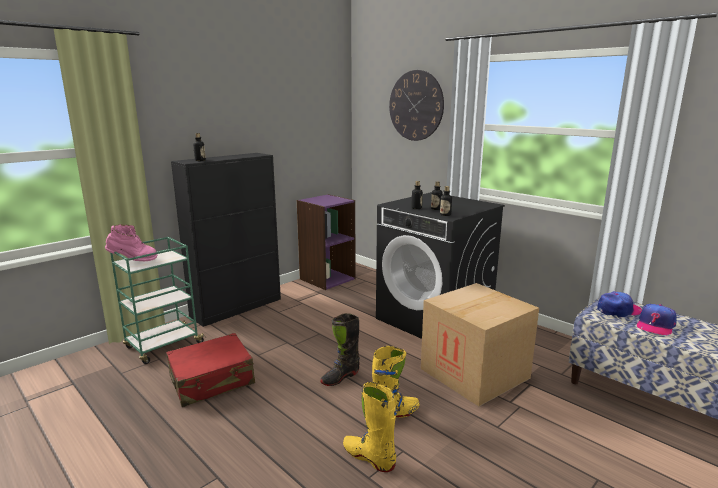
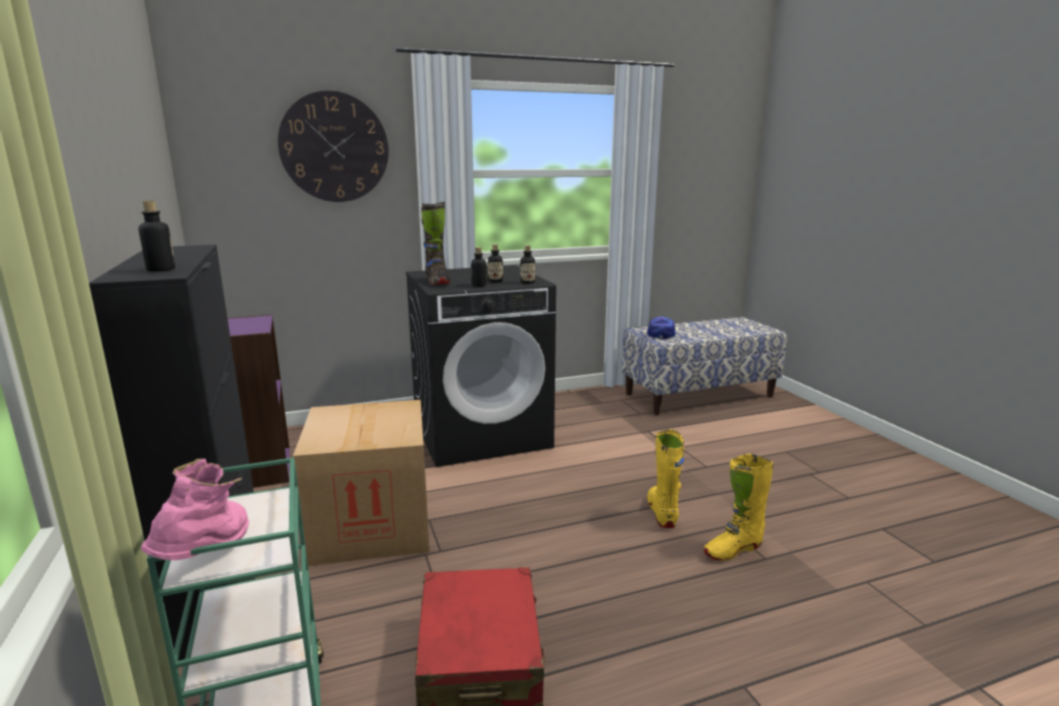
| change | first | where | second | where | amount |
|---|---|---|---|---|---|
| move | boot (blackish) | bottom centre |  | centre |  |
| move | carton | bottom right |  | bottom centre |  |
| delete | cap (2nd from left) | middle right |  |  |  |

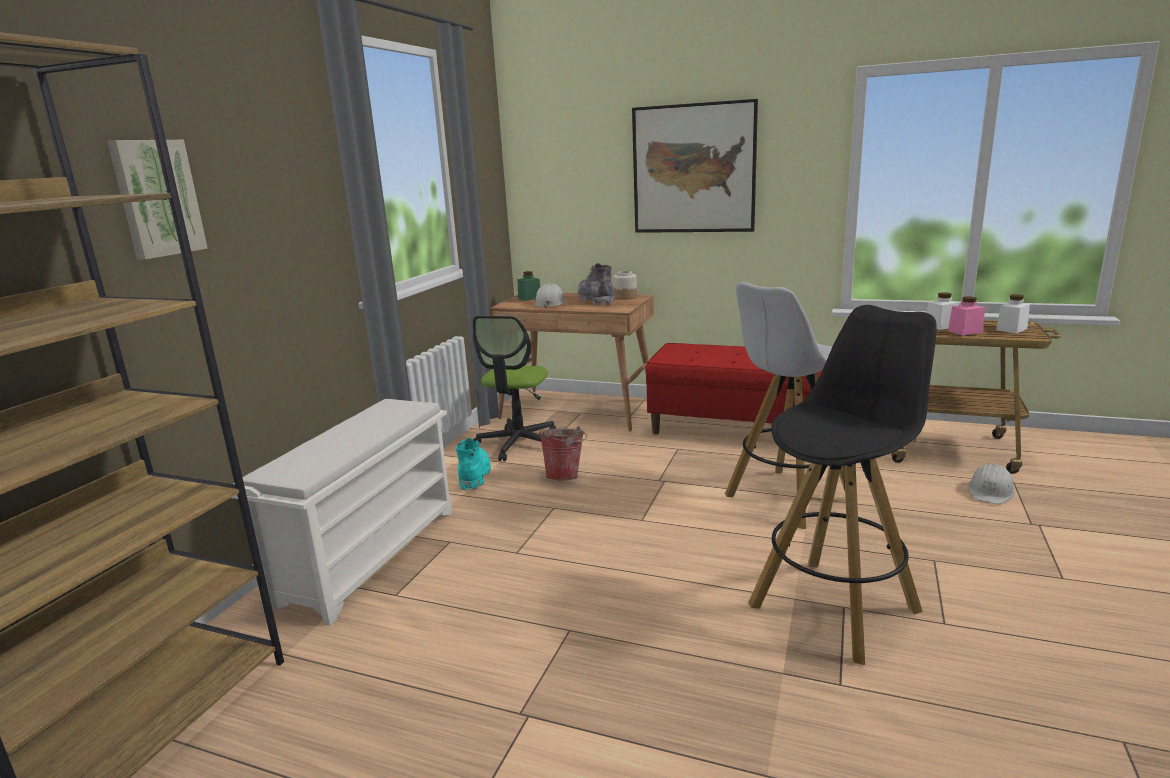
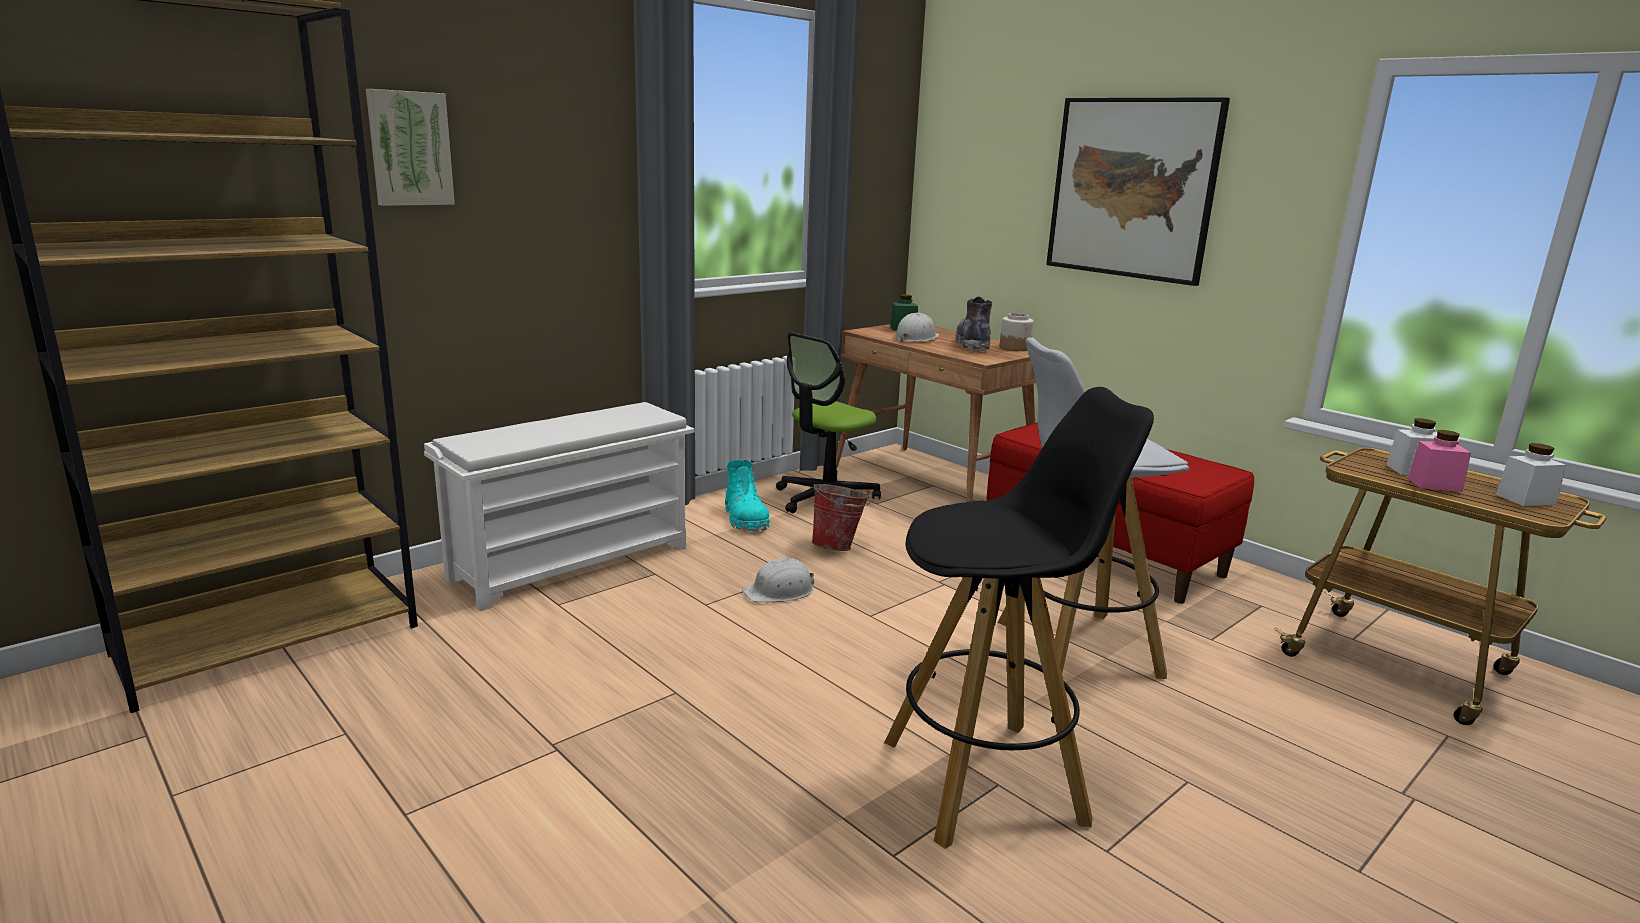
| change | first | where | second | where | amount |
|---|---|---|---|---|---|
| rotate | boot (turquoise-coloured) | centre |  | centre | 135 degrees clockwise |
| move | hard hat (white-coloured) (2nd from left in the first image) | middle right | hard hat (white-coloured) (1st from left) | centre |  |

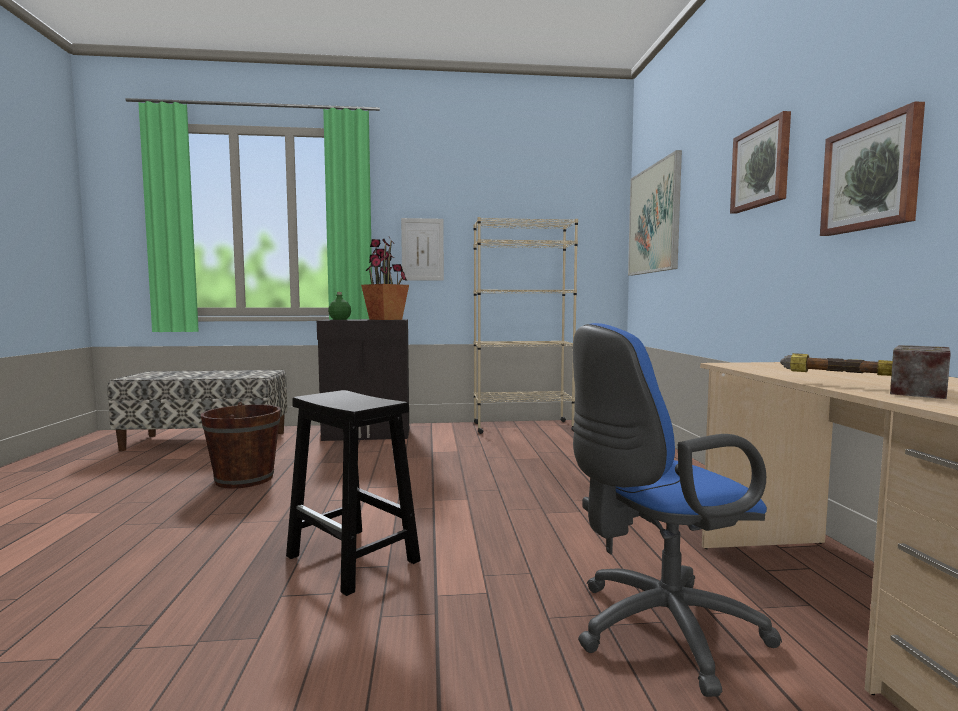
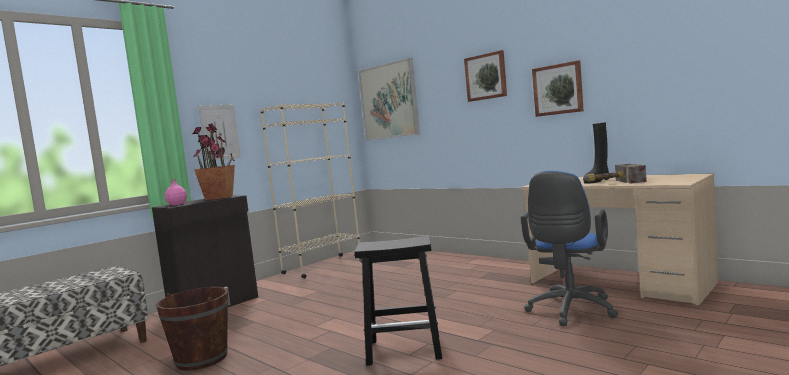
| change | first | where | second | where | amount |
|---|---|---|---|---|---|
| recolor | beverage bottle (green-coloured) | centre | beverage bottle (pink-coloured) | middle left |  |
| insert |  |  | boot (blackish) | middle right |  |

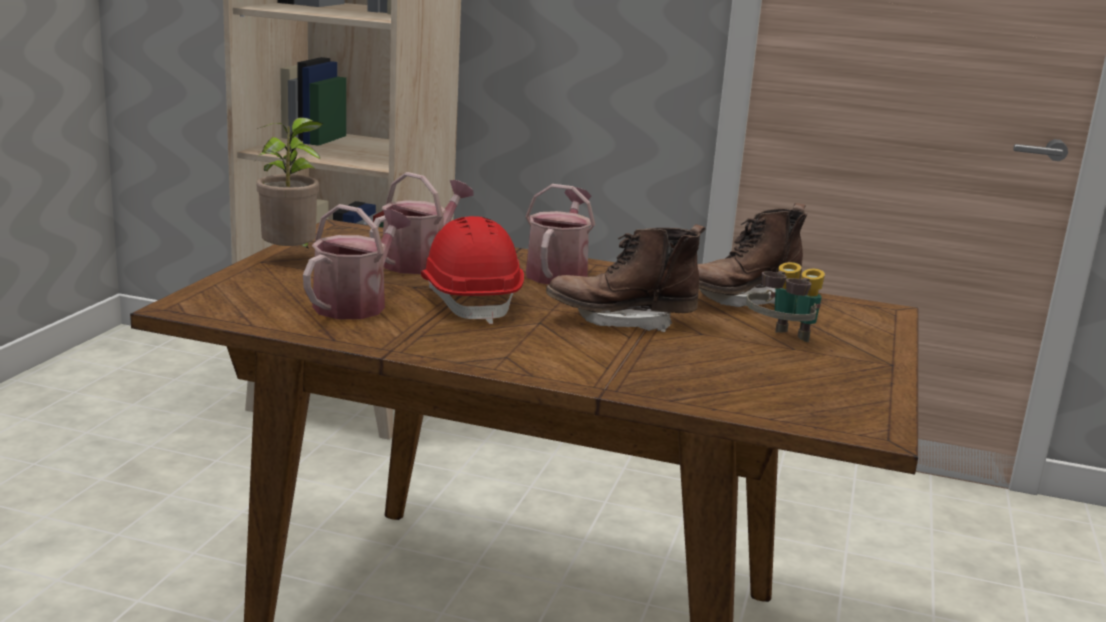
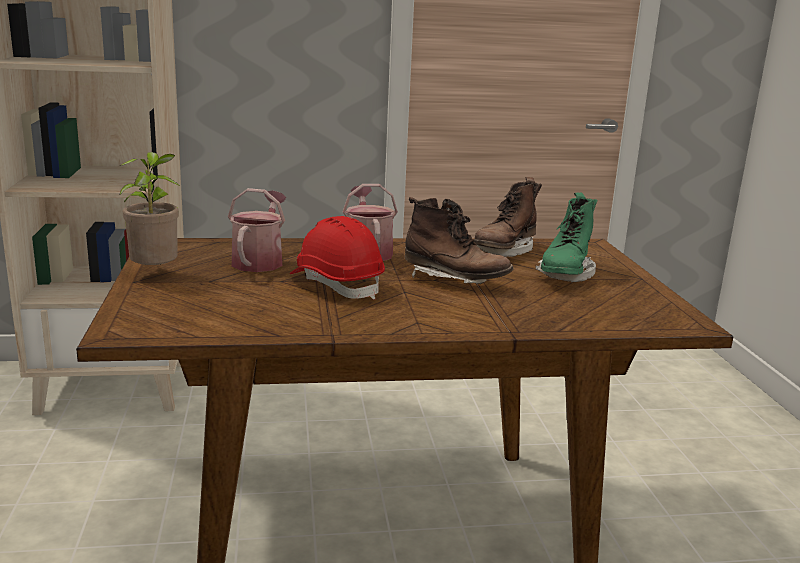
| change | first | where | second | where | amount |
|---|---|---|---|---|---|
| delete | watering can (1st from left) | middle left |  |  |  |
| rotate | boot (brown) (1st from left) | centre |  | centre | 120 degrees counterclockwise |
| replace | binoculars | middle right | boot (green-coloured) | middle right |  |

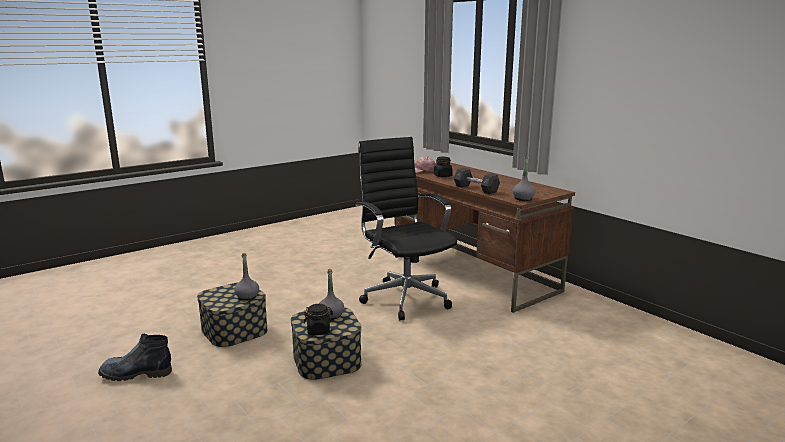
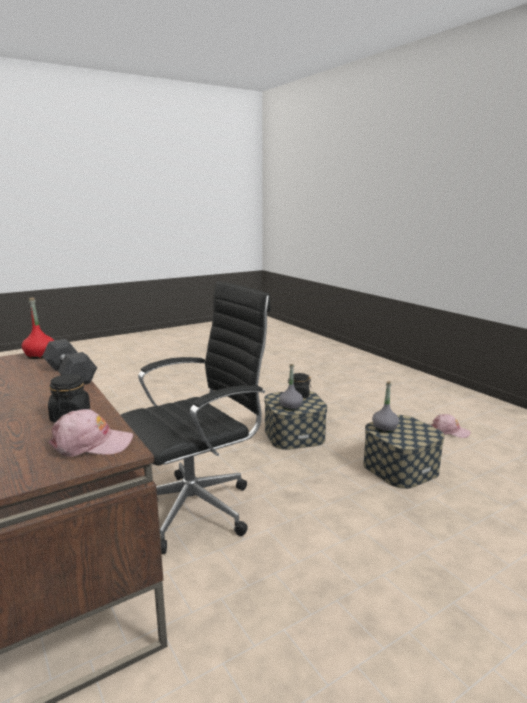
| change | first | where | second | where | amount |
|---|---|---|---|---|---|
| replace | boot | bottom left | cap (pink-coloured) (2nd from left) | middle right |  |
| rotate | desk chair (blackish) | centre |  | centre | 105 degrees counterclockwise |
| recolor | beverage bottle (gray) (3rd from left) | middle right | beverage bottle (red) | middle left |  |

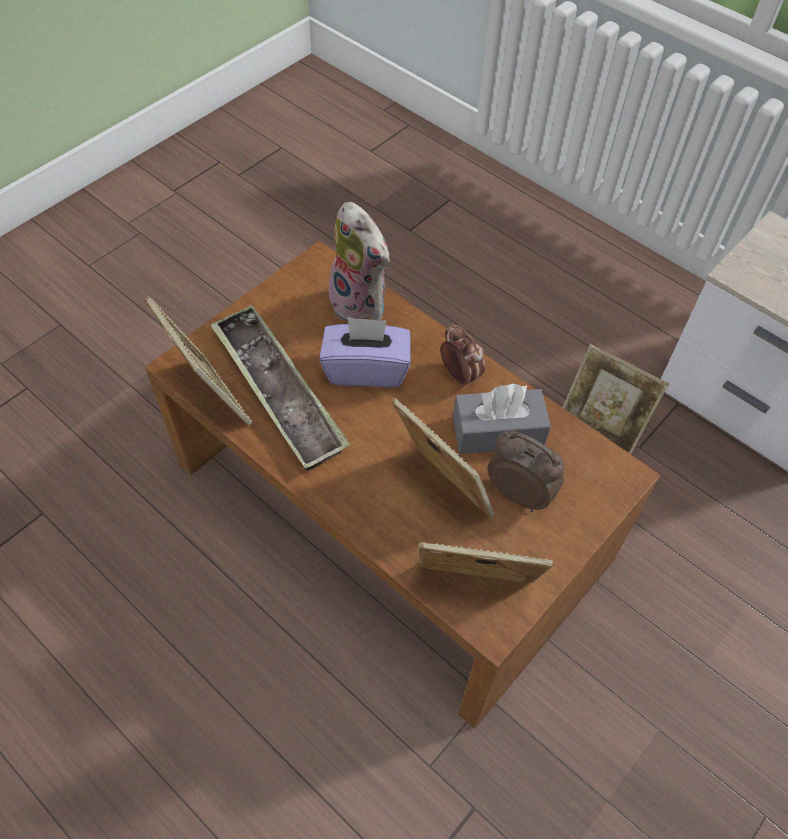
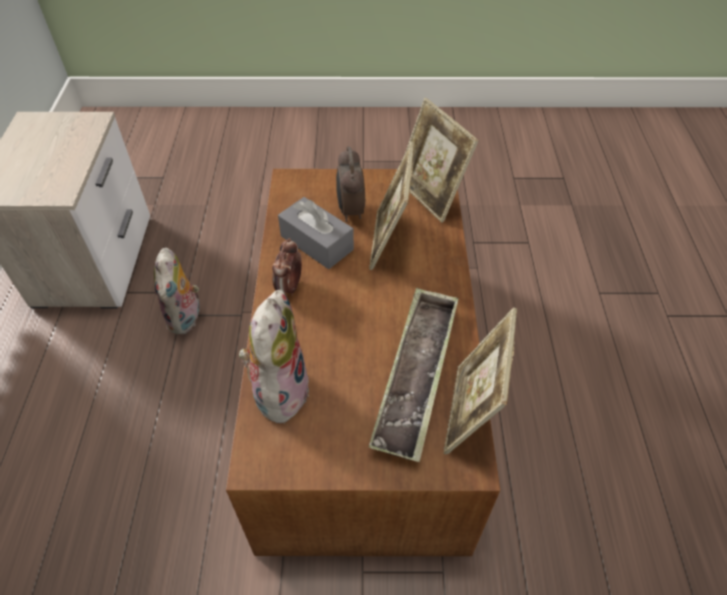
| change | first | where | second | where | amount |
|---|---|---|---|---|---|
| delete | tissue box (purple) | centre |  |  |  |
| replace | standing frame (4th from left) | middle right | plush toy (1st from left) | middle left |  |

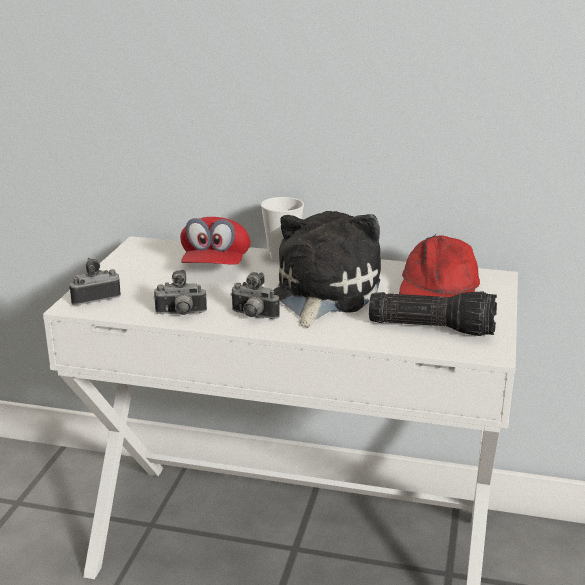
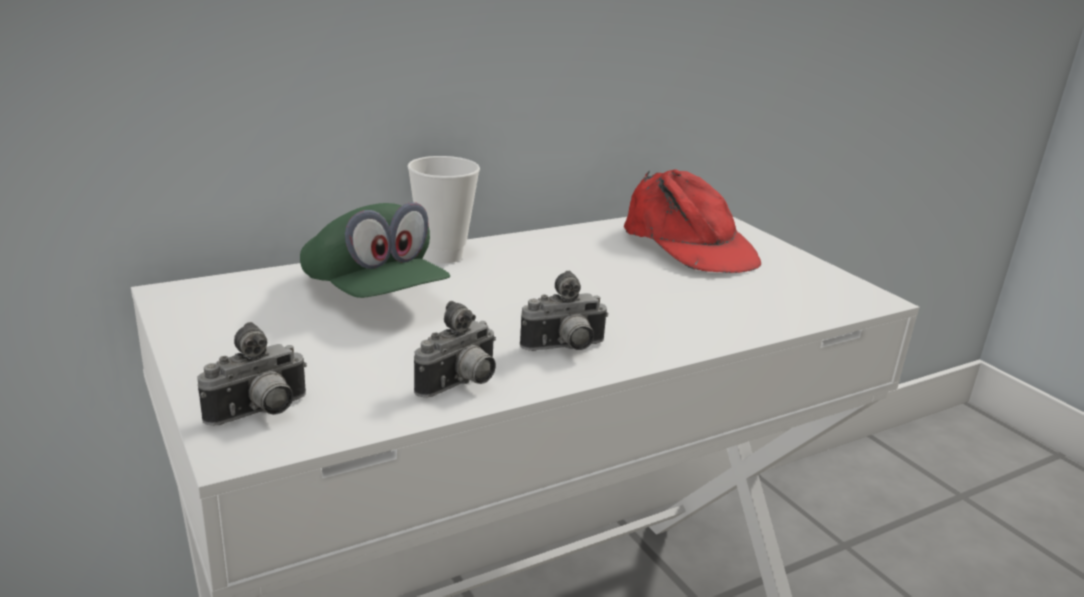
| change | first | where | second | where | amount |
|---|---|---|---|---|---|
| rotate | photo camera (1st from left) | middle left |  | middle left | 150 degrees counterclockwise |
| recolor | cap (red) (1st from left) | centre | cap (green-coloured) | centre |  |
| delete | plush toy | centre |  |  |  |
| delete | hand torch | middle right |  |  |  |

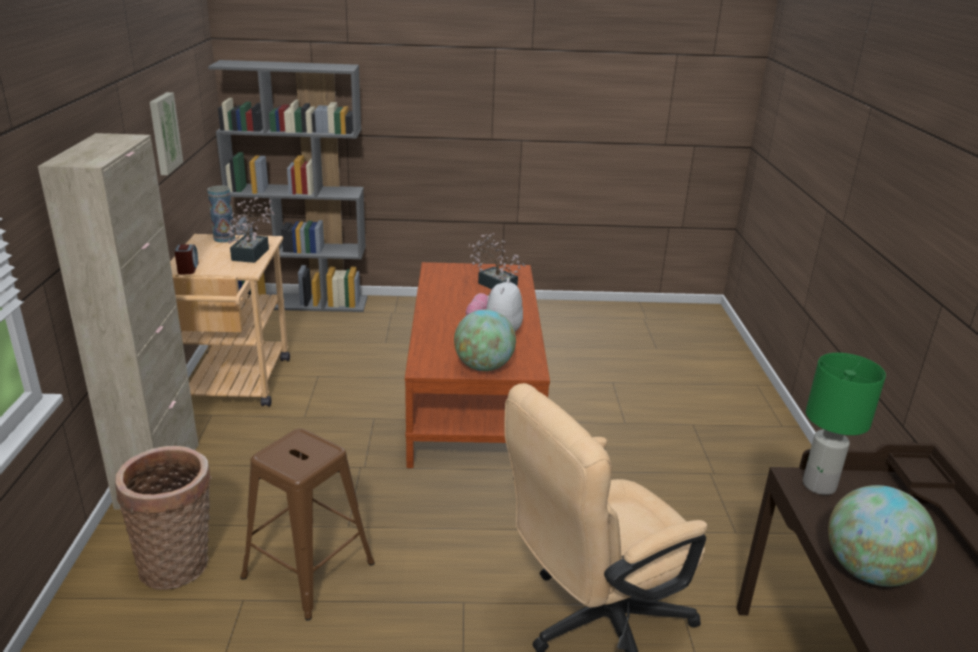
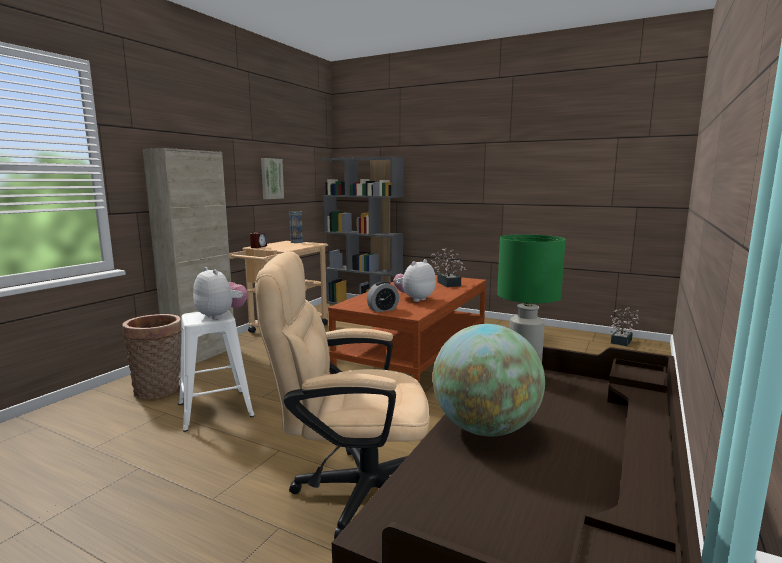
| change | first | where | second | where | amount |
|---|---|---|---|---|---|
| move | plant in a pot (1st from left in the first image) | middle left | plant in a pot (2nd from left) | middle right |  |
| recolor | sitting stool (brown) | bottom left | sitting stool (white-coloured) | middle left |  |
| replace | globe (1st from left) | centre | bedside clock (2nd from left) | centre |  |
| insert |  |  | plush toy (1st from left) | middle left |  |

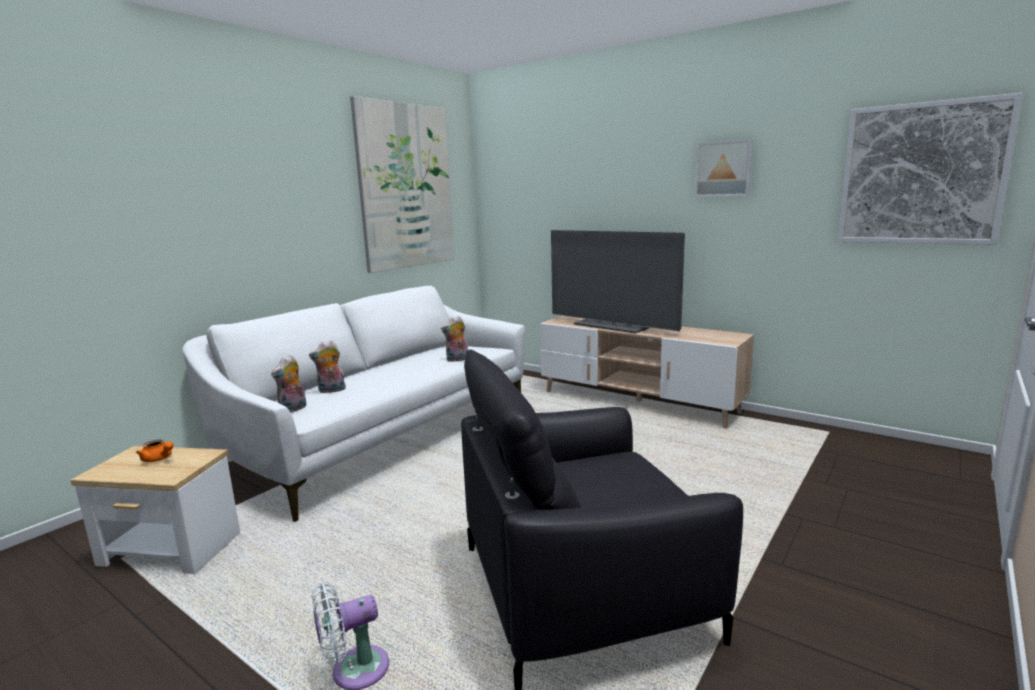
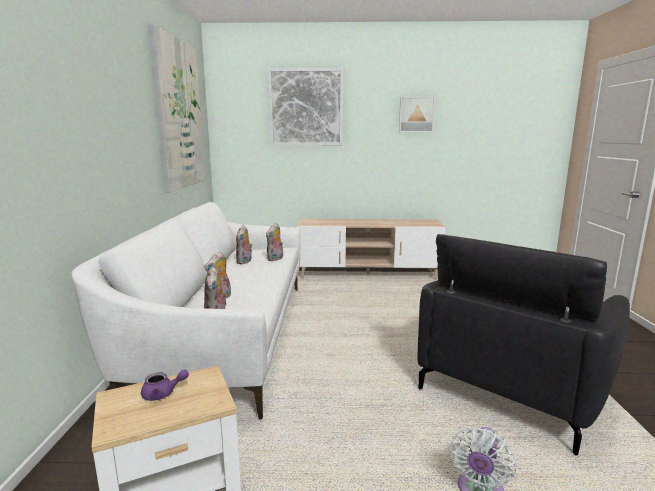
| change | first | where | second | where | amount |
|---|---|---|---|---|---|
| recolor | teapot (orange-coloured) | middle left | teapot (purple) | bottom left |  |
| delete | TV | centre |  |  |  |
| move | wall art (3rd from left in the first image) | top right | wall art (2nd from left) | top centre |  |
| insert |  |  | plush toy (3rd from left) | centre |  |

